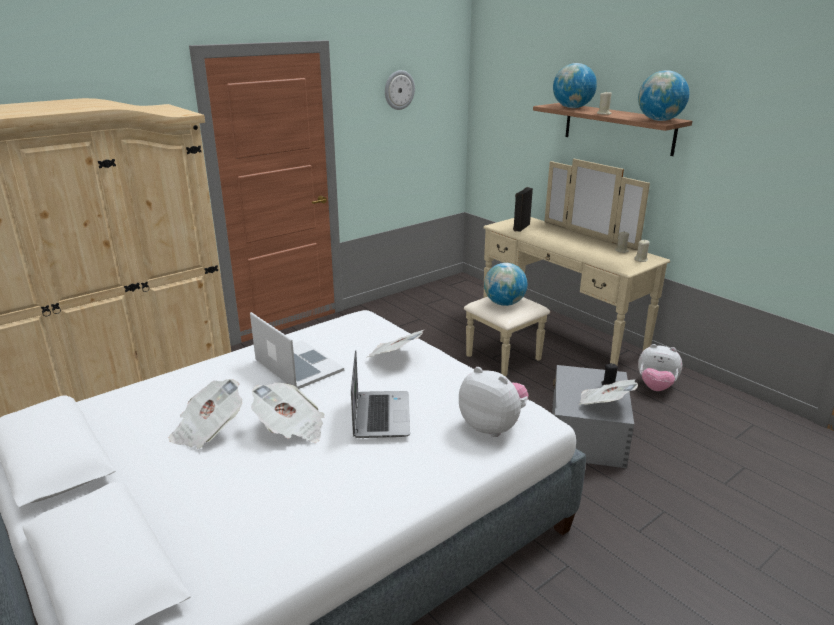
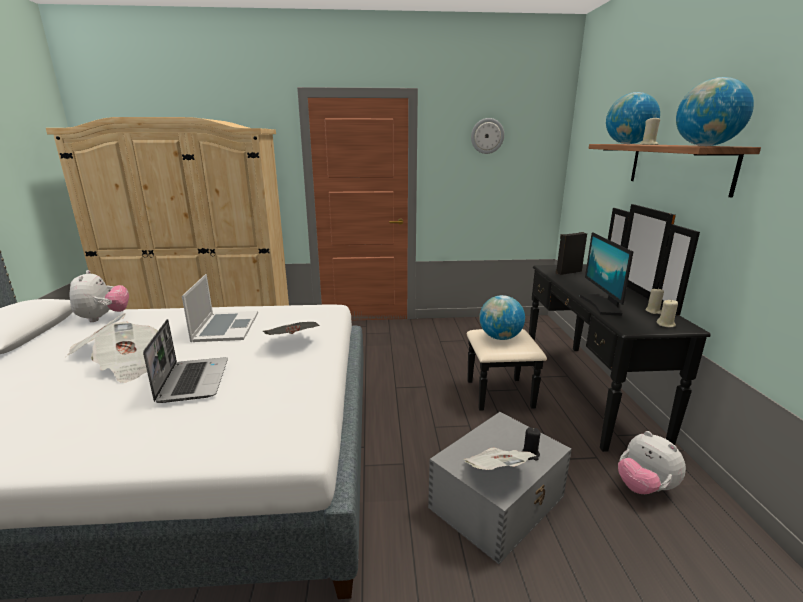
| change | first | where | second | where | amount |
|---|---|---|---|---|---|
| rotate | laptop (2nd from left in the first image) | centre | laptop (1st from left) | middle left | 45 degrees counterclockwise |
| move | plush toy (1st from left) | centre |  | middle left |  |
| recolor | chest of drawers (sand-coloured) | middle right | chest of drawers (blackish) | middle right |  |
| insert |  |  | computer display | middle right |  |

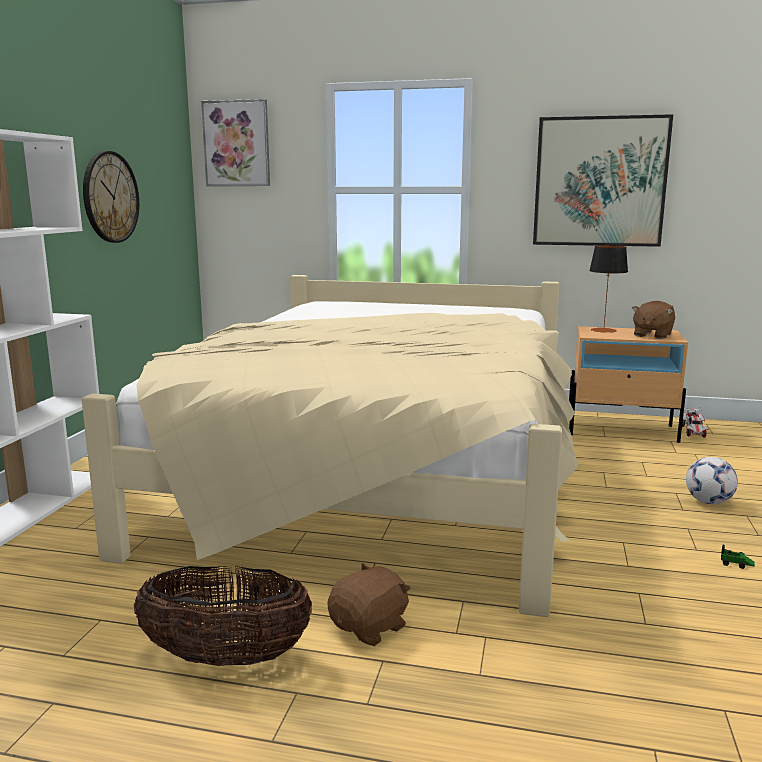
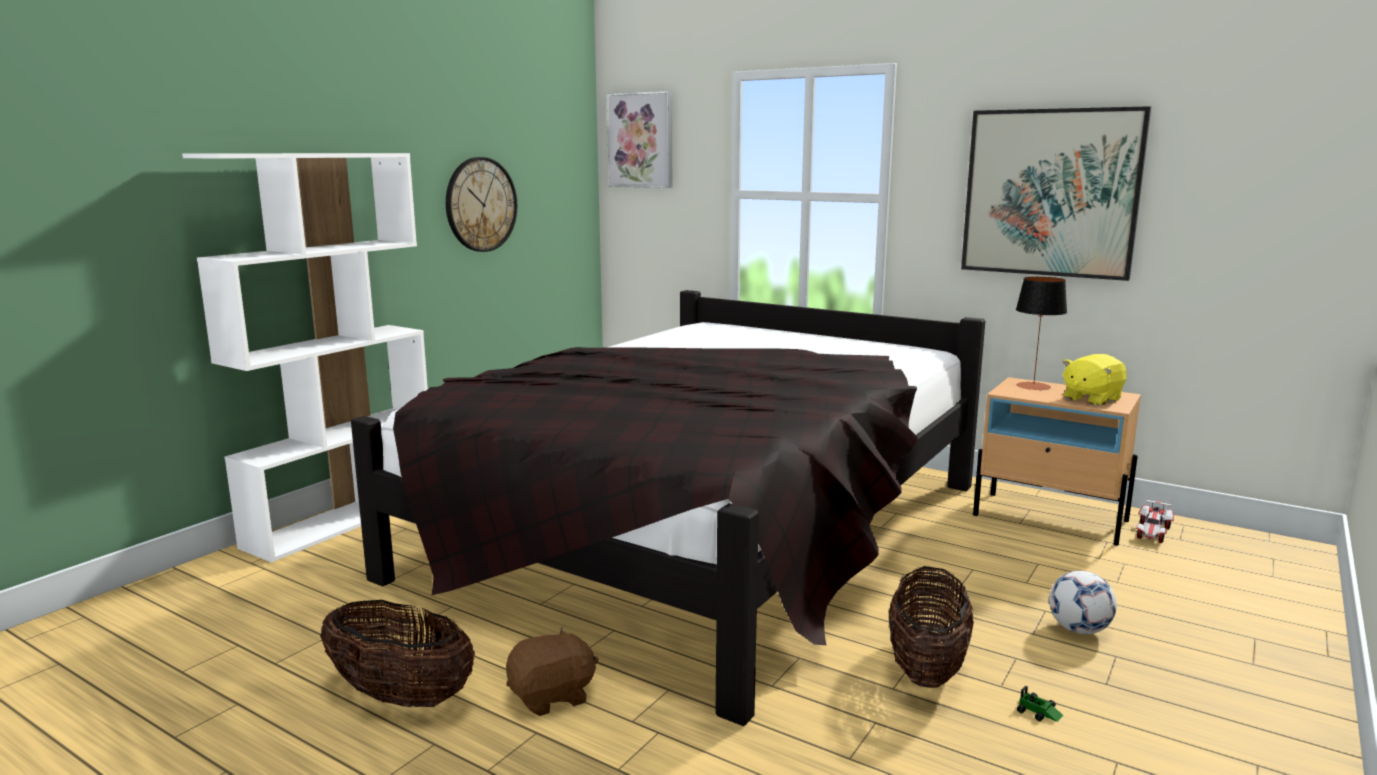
| change | first | where | second | where | amount |
|---|---|---|---|---|---|
| recolor | bedroom bed (sand-coloured) | centre | bedroom bed (blackish) | centre |  |
| recolor | plush toy (brown) (2nd from left) | middle right | plush toy (yellow) | middle right |  |
| insert |  |  | household basket (2nd from left) | bottom right |  |

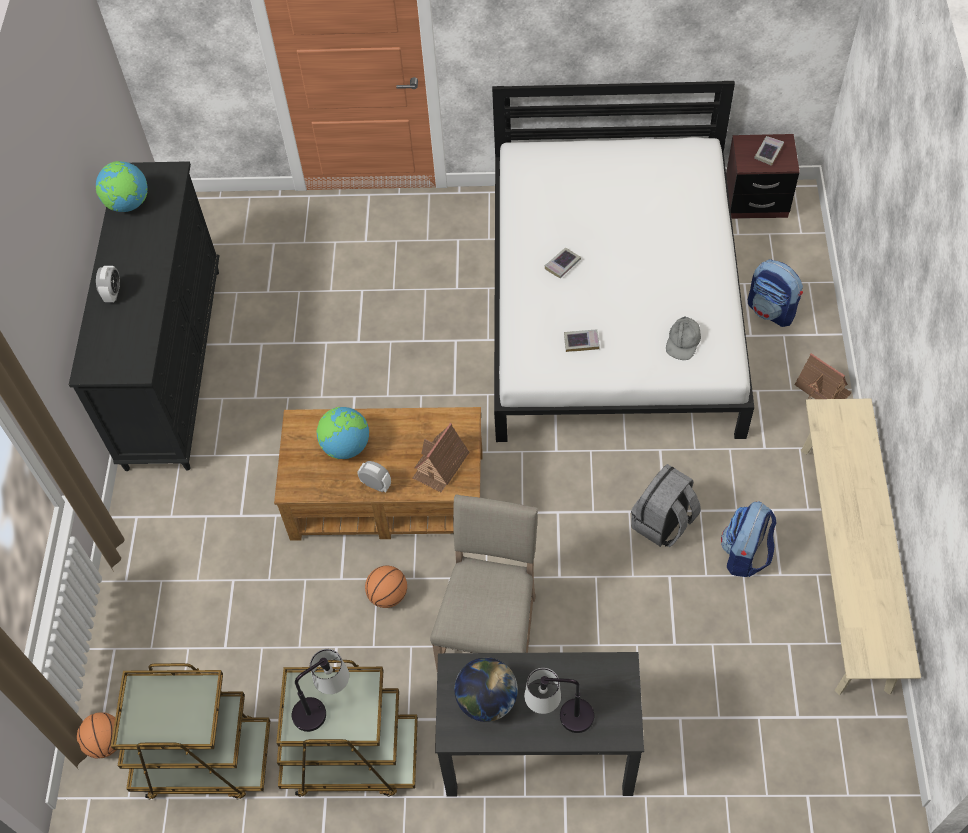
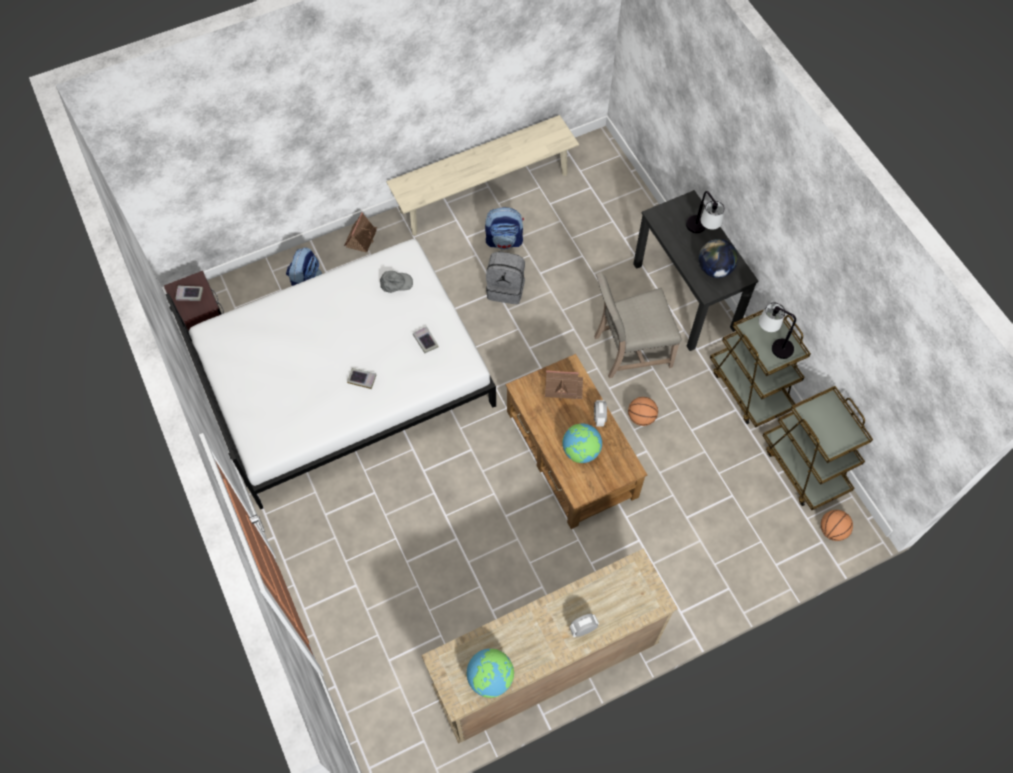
| change | first | where | second | where | amount |
|---|---|---|---|---|---|
| recolor | chest of drawers (blackish) | middle left | chest of drawers (sand-coloured) | bottom centre |  |

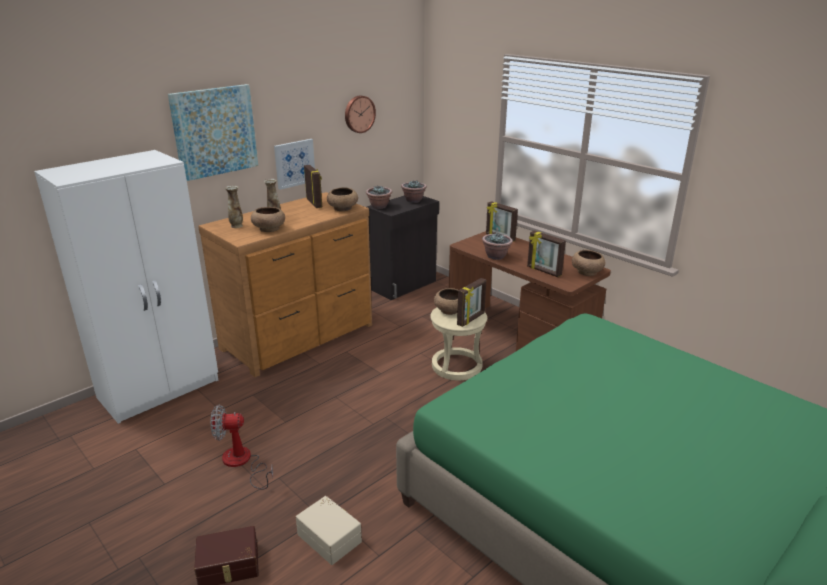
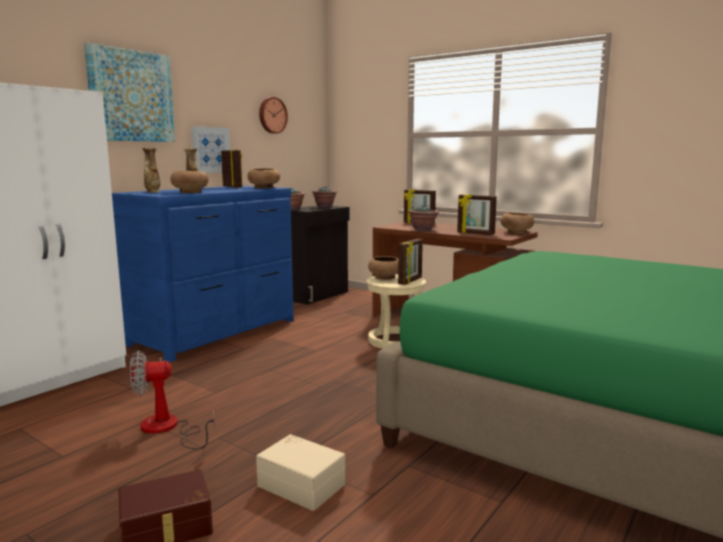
| change | first | where | second | where | amount |
|---|---|---|---|---|---|
| recolor | chest of drawers (brown) | centre | chest of drawers (blue-coloured) | middle left |  |

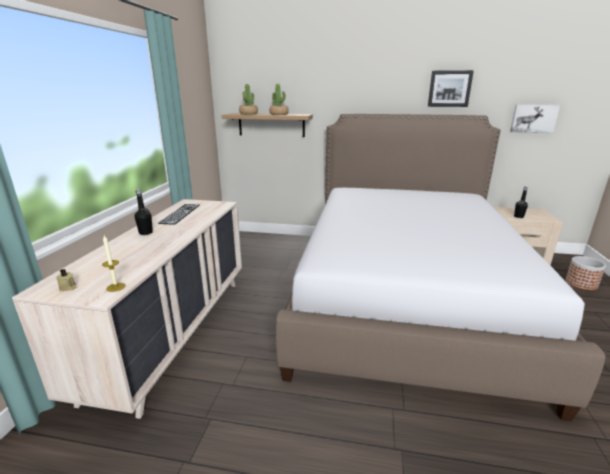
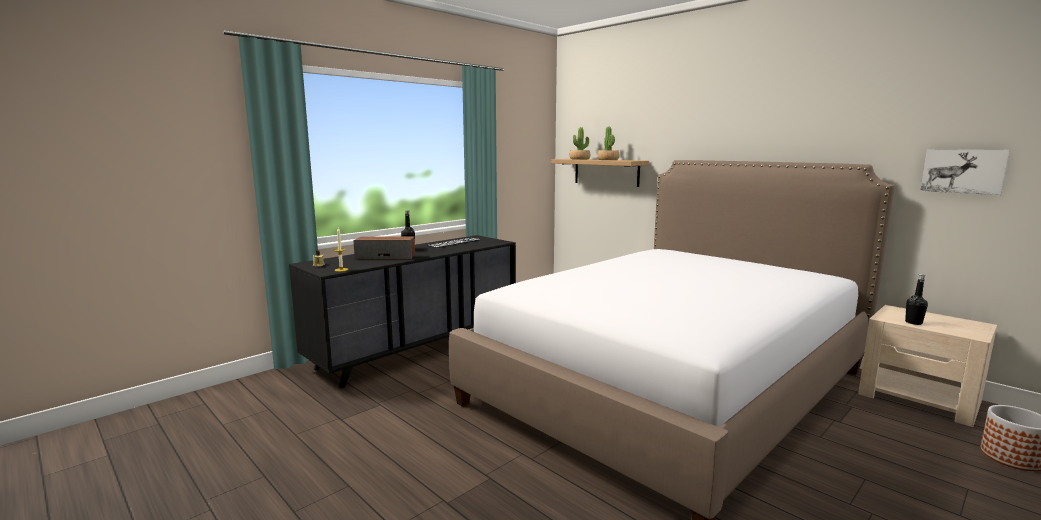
| change | first | where | second | where | amount |
|---|---|---|---|---|---|
| recolor | chest of drawers (sand-coloured) | middle left | chest of drawers (blackish) | centre |  |
| delete | wall art (1st from left) | top right |  |  |  |
| insert |  |  | audio speaker | centre |  |

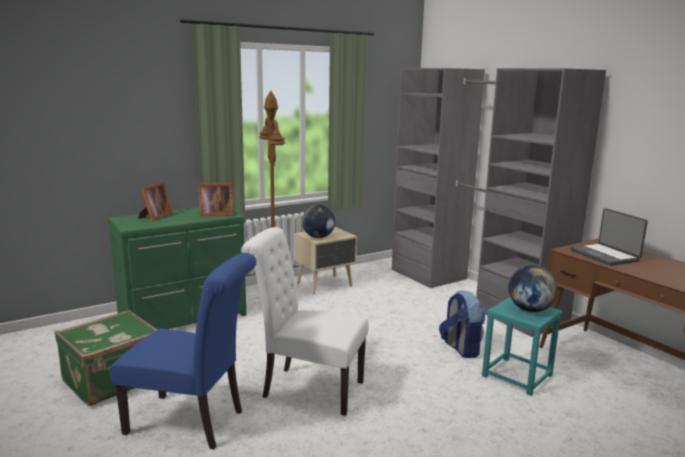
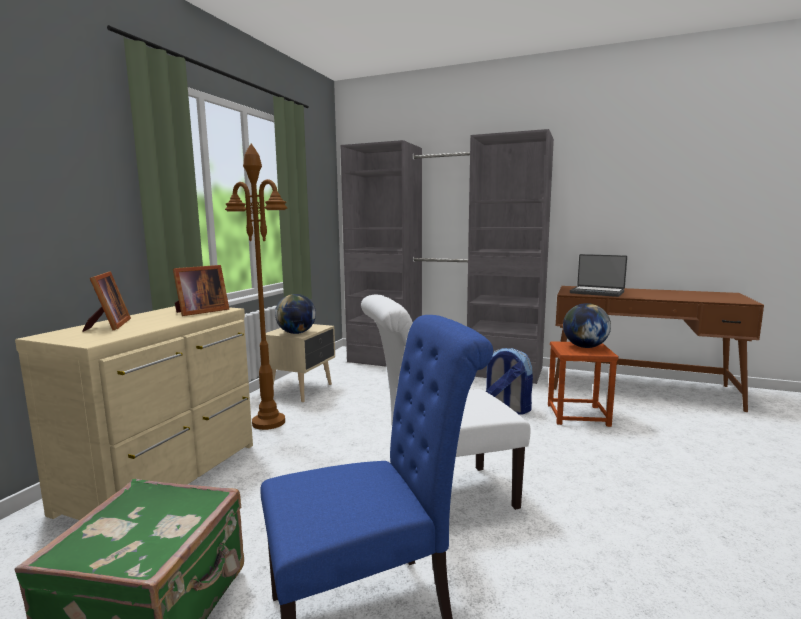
| change | first | where | second | where | amount |
|---|---|---|---|---|---|
| recolor | chest of drawers (green-coloured) | middle left | chest of drawers (sand-coloured) | bottom left |  |
| recolor | sitting stool (turquoise-coloured) | bottom right | sitting stool (brown) | middle right |  |

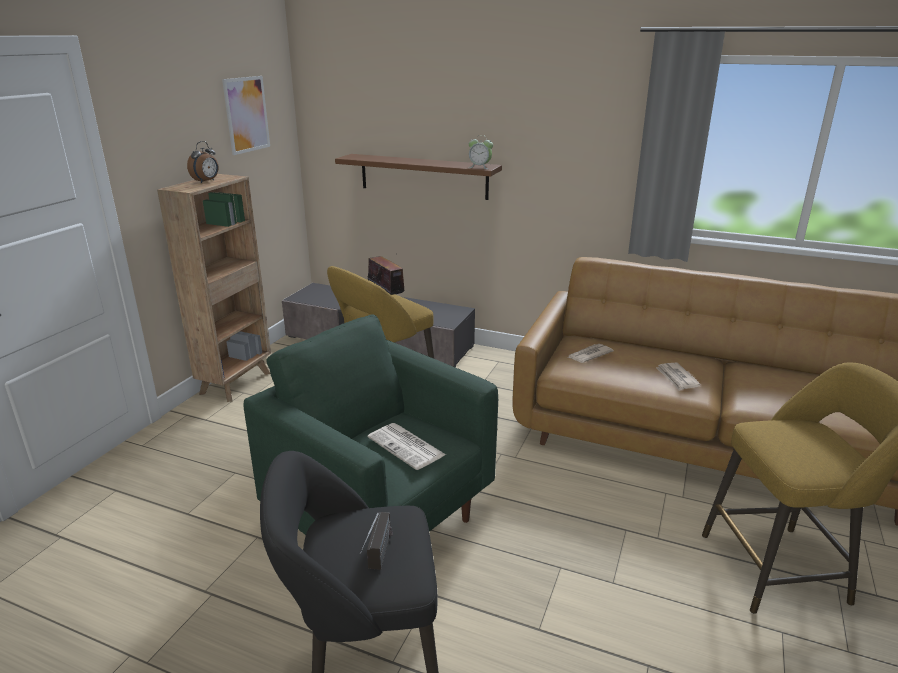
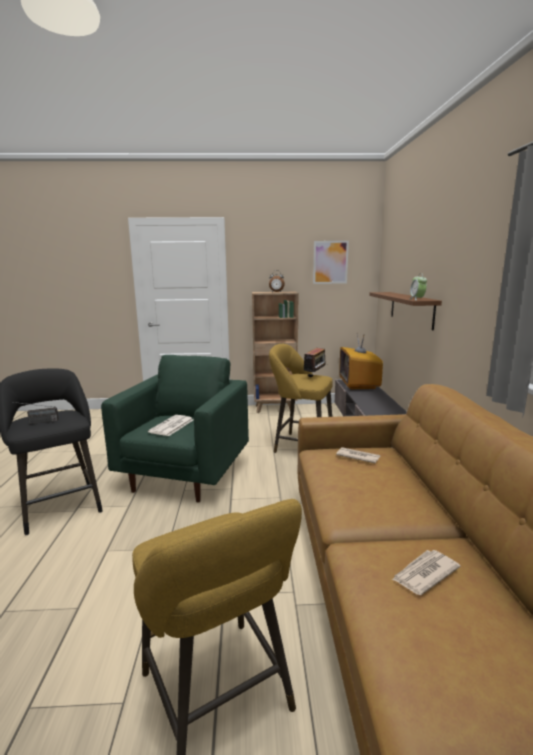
| change | first | where | second | where | amount |
|---|---|---|---|---|---|
| move | newspaper (3rd from left) | middle right |  | bottom right |  |
| insert |  |  | TV | middle right |  |

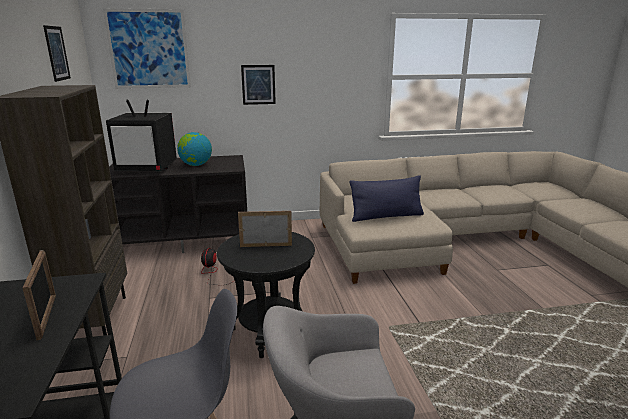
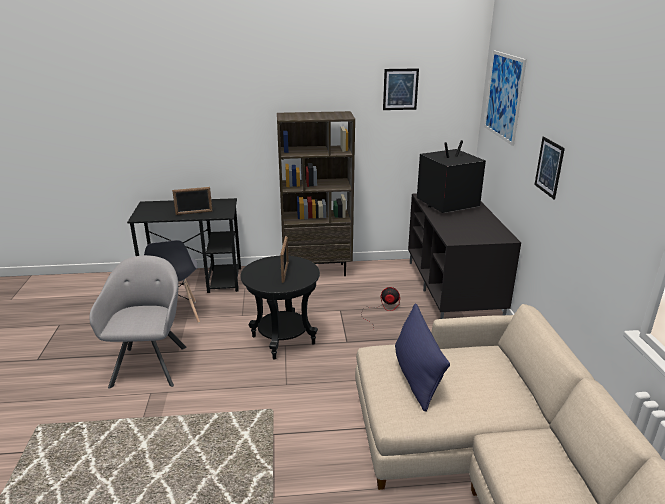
| change | first | where | second | where | amount |
|---|---|---|---|---|---|
| rotate | TV | top left |  | middle right | 60 degrees clockwise |
| delete | globe | middle left |  |  |  |

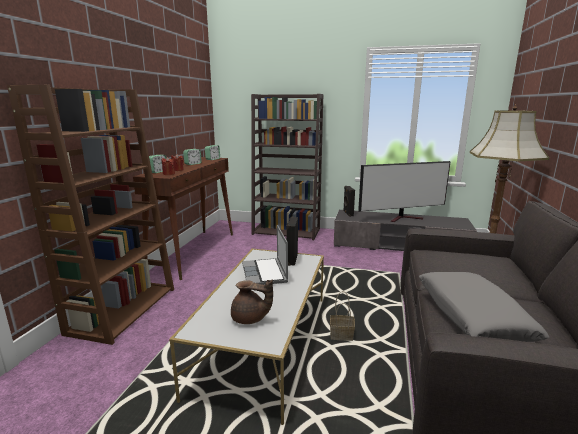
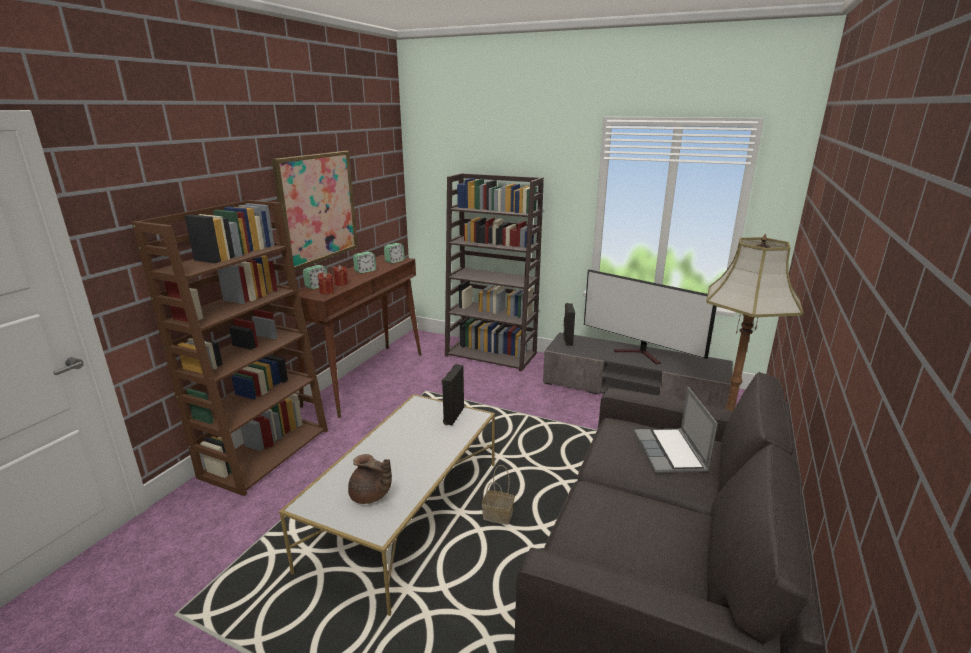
| change | first | where | second | where | amount |
|---|---|---|---|---|---|
| move | laptop | centre |  | middle right |  |
| rotate | TV | middle right |  | middle right | 45 degrees clockwise |
| delete | pillow (gray) | bottom right |  |  |  |
| insert |  |  | wall art | top left |  |

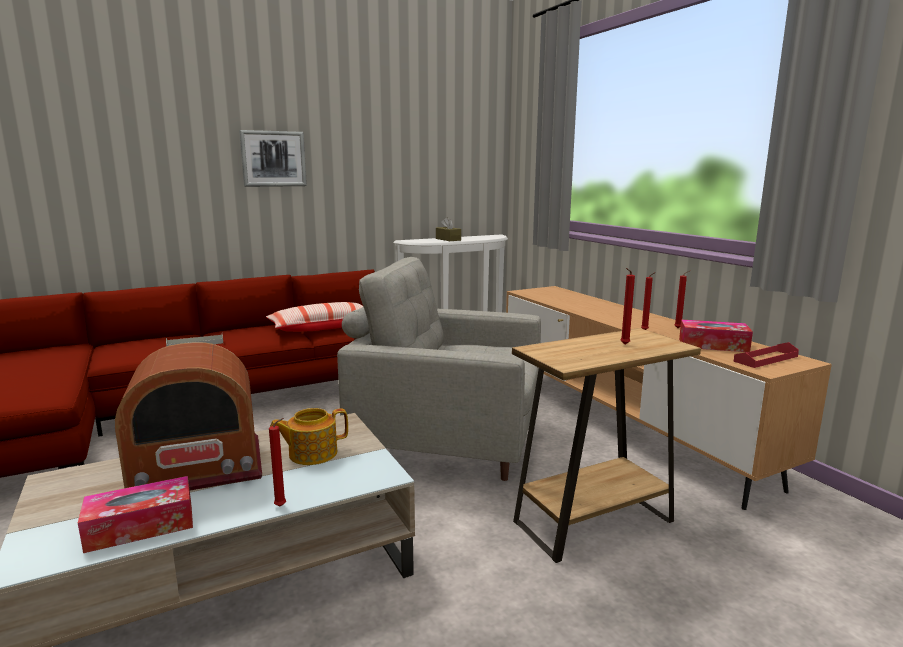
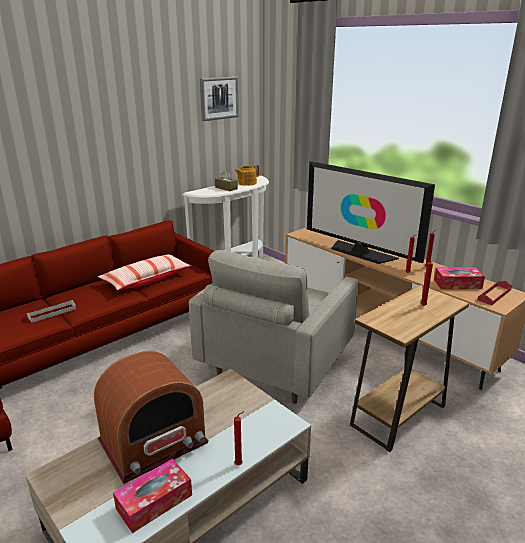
| change | first | where | second | where | amount |
|---|---|---|---|---|---|
| move | wall art | top left |  | top centre |  |
| move | teapot | bottom centre |  | top centre |  |
| rotate | lounge chair (gray) | centre |  | centre | 60 degrees counterclockwise |
| insert |  |  | TV | middle right |  |

